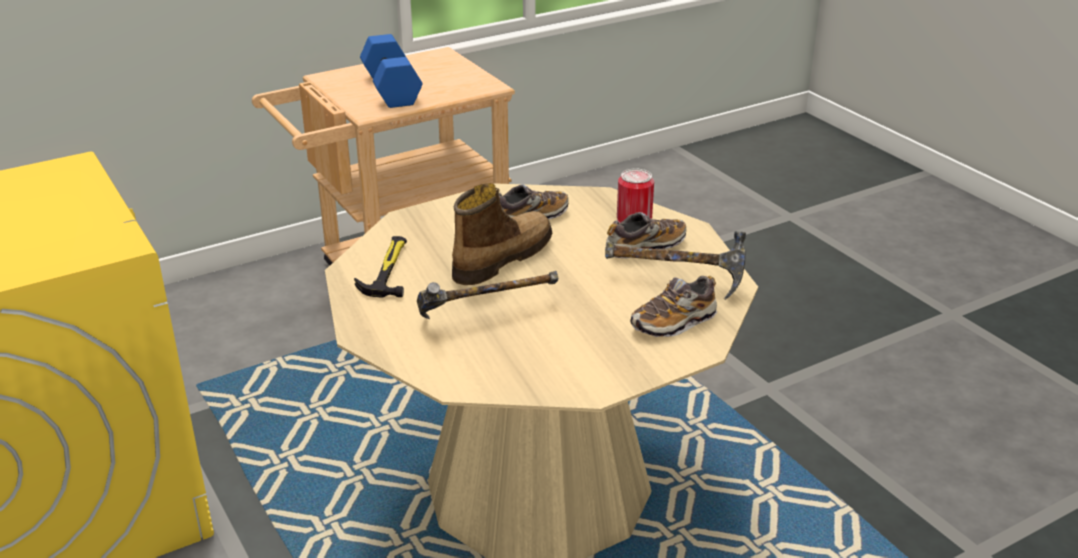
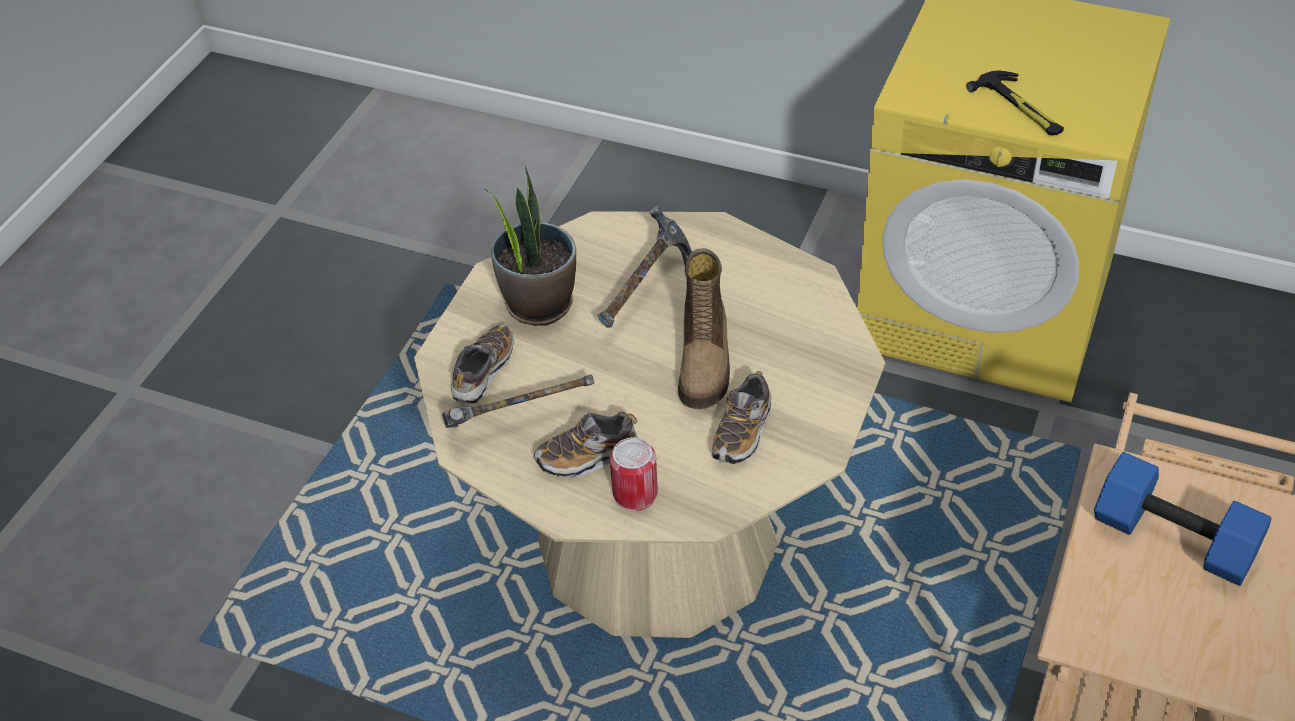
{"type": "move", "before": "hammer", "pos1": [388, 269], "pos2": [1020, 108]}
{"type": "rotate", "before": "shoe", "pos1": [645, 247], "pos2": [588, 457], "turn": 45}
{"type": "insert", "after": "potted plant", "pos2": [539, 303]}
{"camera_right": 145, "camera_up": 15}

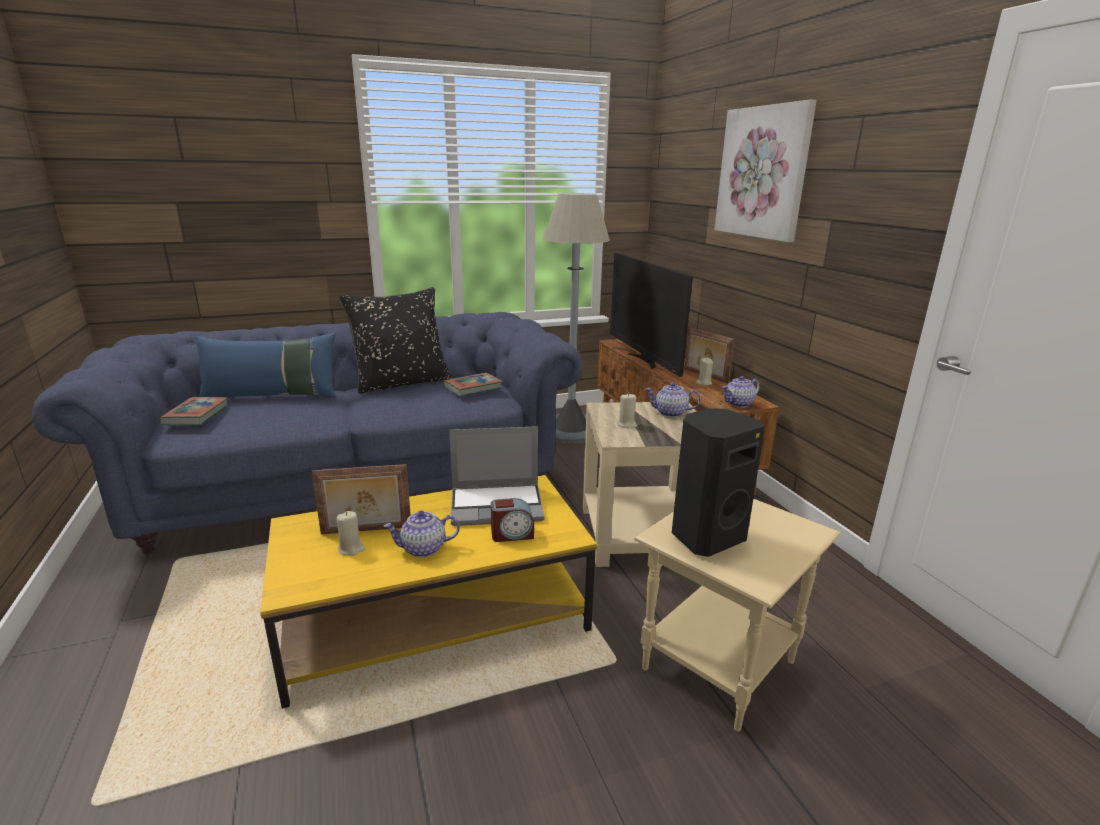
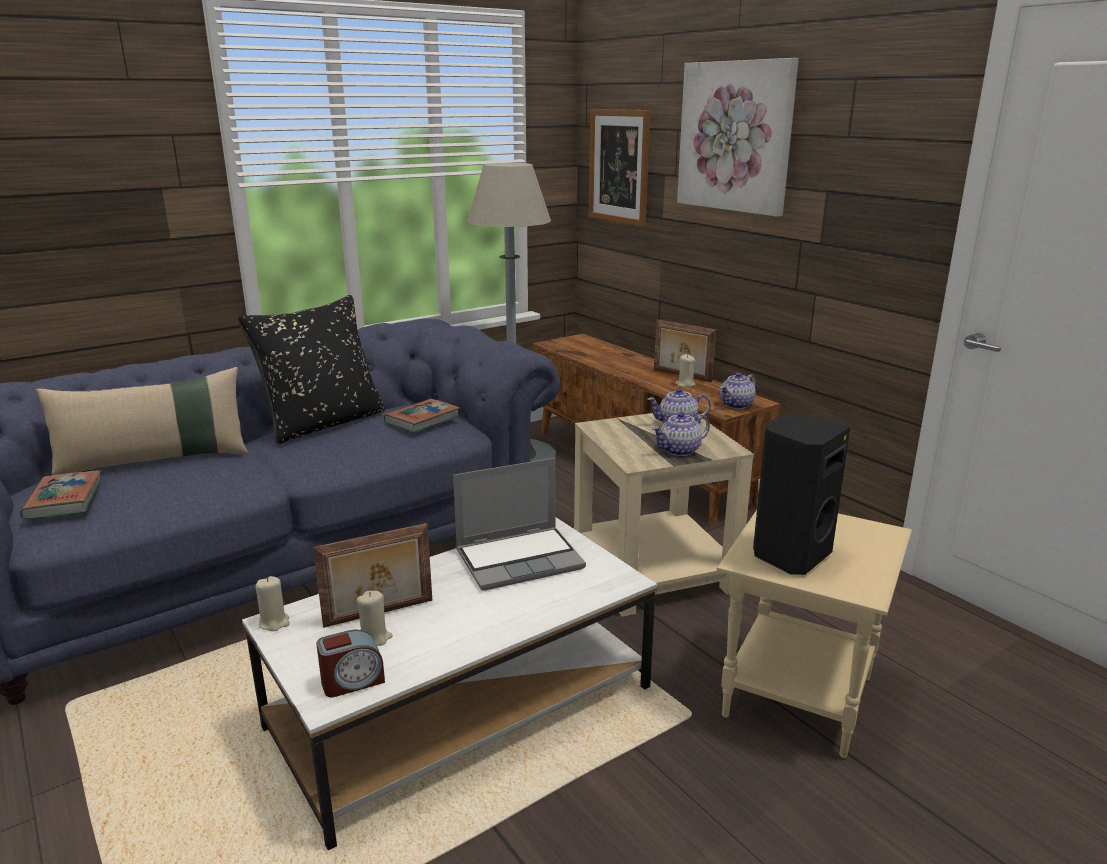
{"type": "recolor", "before": "pillow in blue", "after": "pillow in beige", "pos1": [272, 396], "pos2": [155, 461]}
{"type": "recolor", "before": "coffee table in yellow", "after": "coffee table in white", "pos1": [435, 616], "pos2": [461, 707]}
{"type": "move", "before": "teapot", "pos1": [423, 549], "pos2": [679, 450]}
{"type": "move", "before": "alarm clock", "pos1": [512, 534], "pos2": [352, 681]}
{"type": "delete", "before": "television", "pos1": [644, 361]}
{"type": "move", "before": "candle in beige", "pos1": [626, 424], "pos2": [274, 622]}
{"type": "insert", "after": "picture", "pos2": [619, 166]}
{"camera_right": -15, "camera_up": 0}

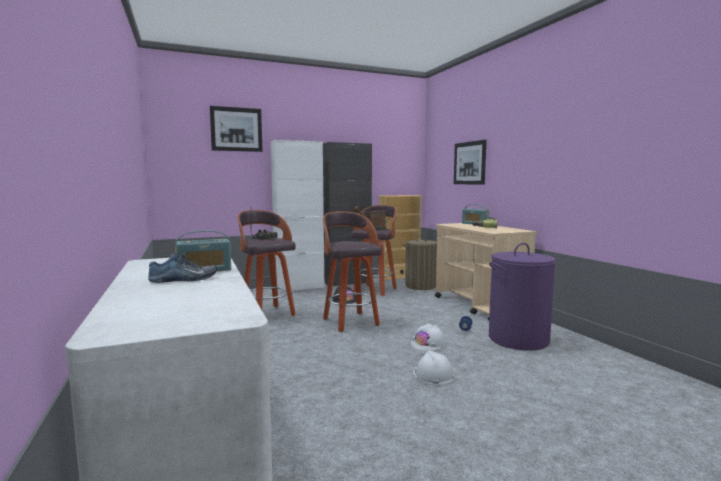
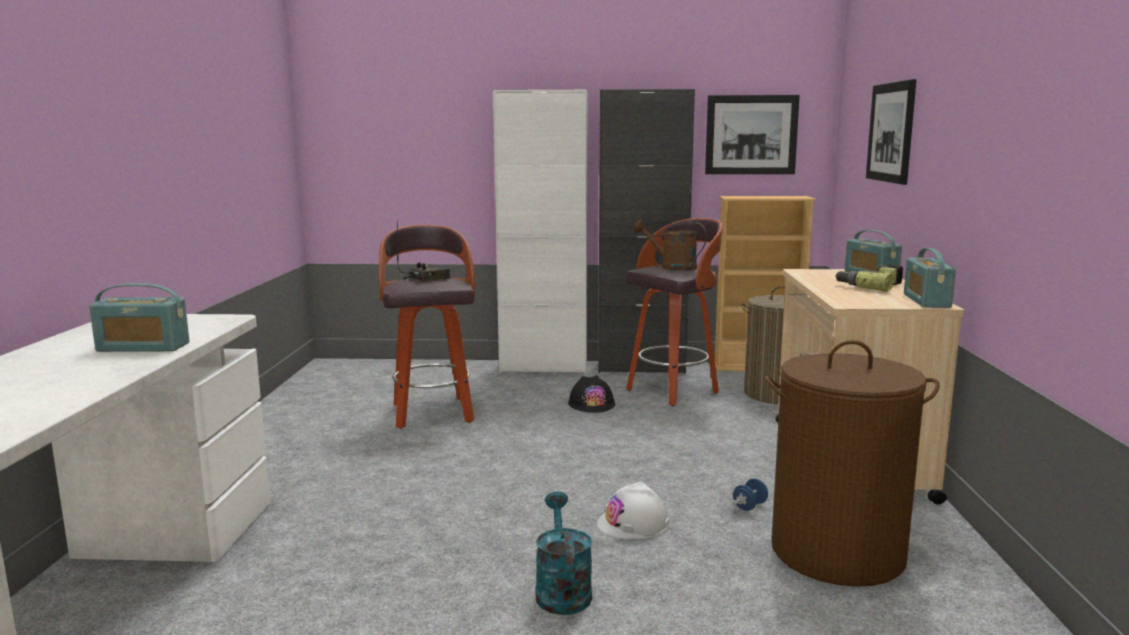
{"type": "delete", "before": "shoe", "pos1": [184, 279]}
{"type": "move", "before": "picture", "pos1": [236, 129], "pos2": [751, 135]}
{"type": "delete", "before": "stool", "pos1": [350, 322]}
{"type": "replace", "before": "hard hat in white", "after": "watering can in turquoise", "pos1": [433, 375], "pos2": [561, 590]}
{"type": "recolor", "before": "laundry basket in purple", "after": "laundry basket in brown", "pos1": [518, 339], "pos2": [837, 552]}
{"type": "insert", "after": "radio", "pos2": [926, 301]}
{"camera_right": 25, "camera_up": 5}

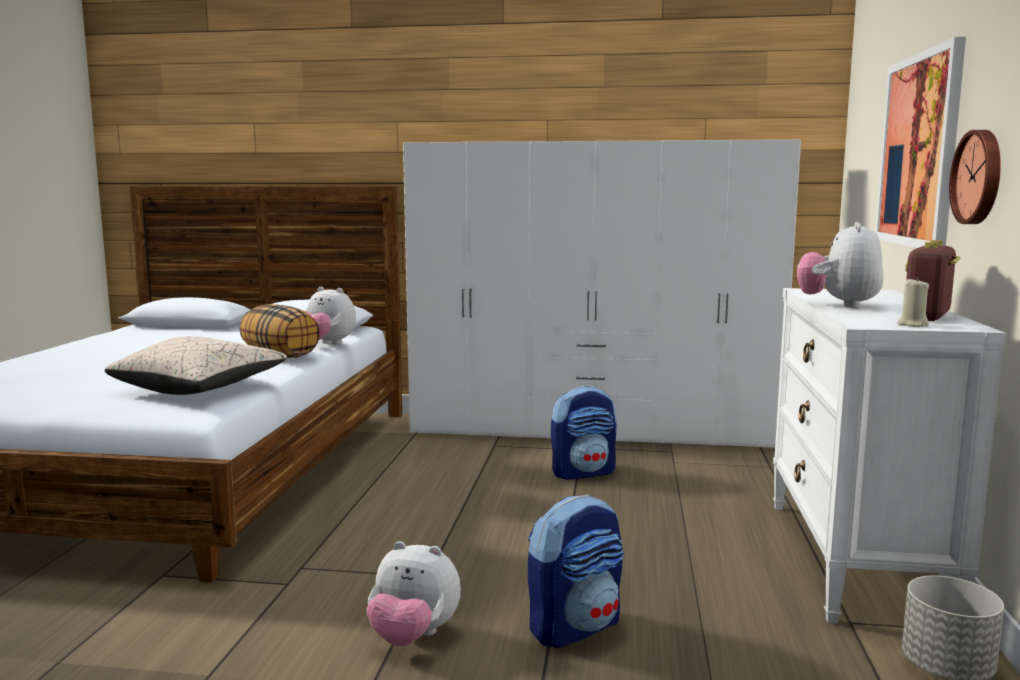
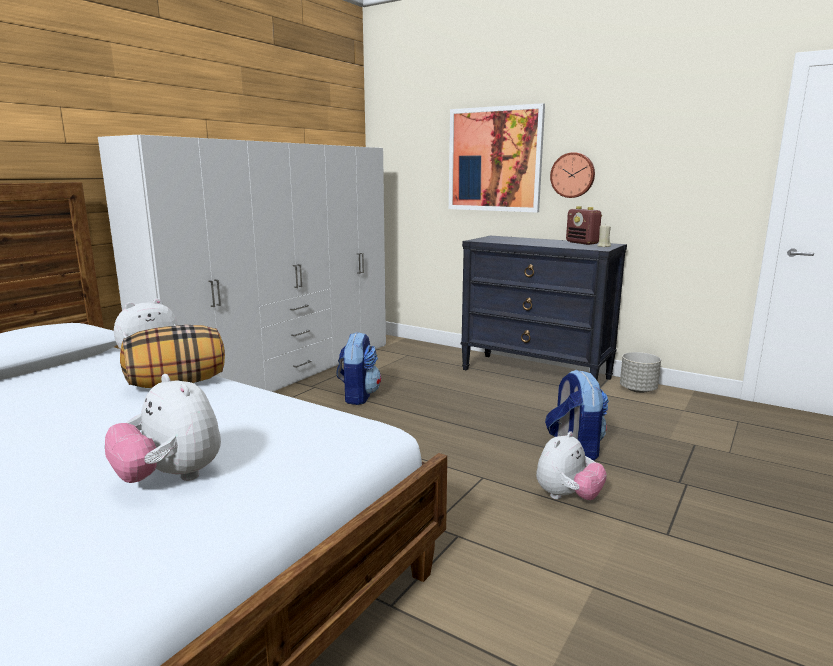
{"type": "delete", "before": "pillow in beige", "pos1": [200, 388]}
{"type": "recolor", "before": "dresser in white", "after": "dresser in black", "pos1": [855, 560], "pos2": [536, 374]}
{"type": "move", "before": "plush toy", "pos1": [838, 305], "pos2": [171, 478]}
{"camera_right": -65, "camera_up": 5}

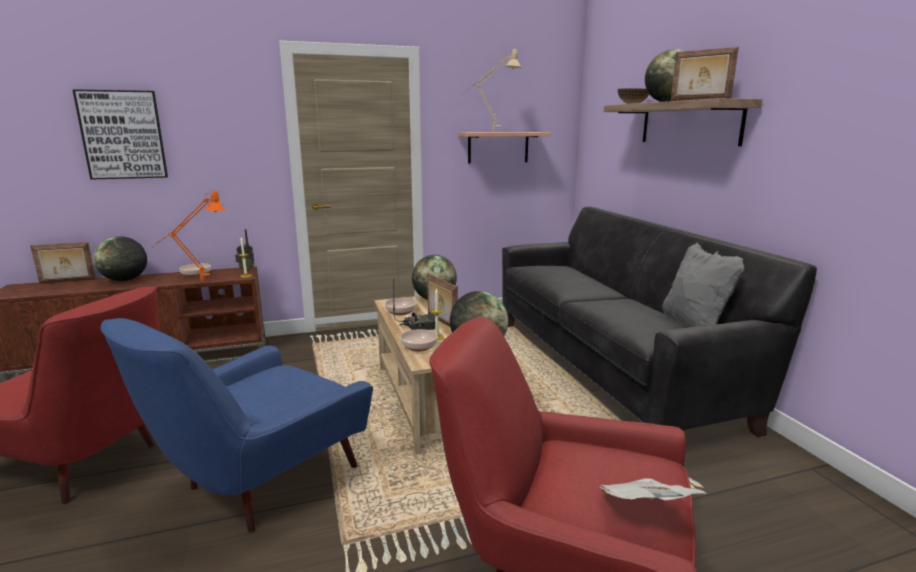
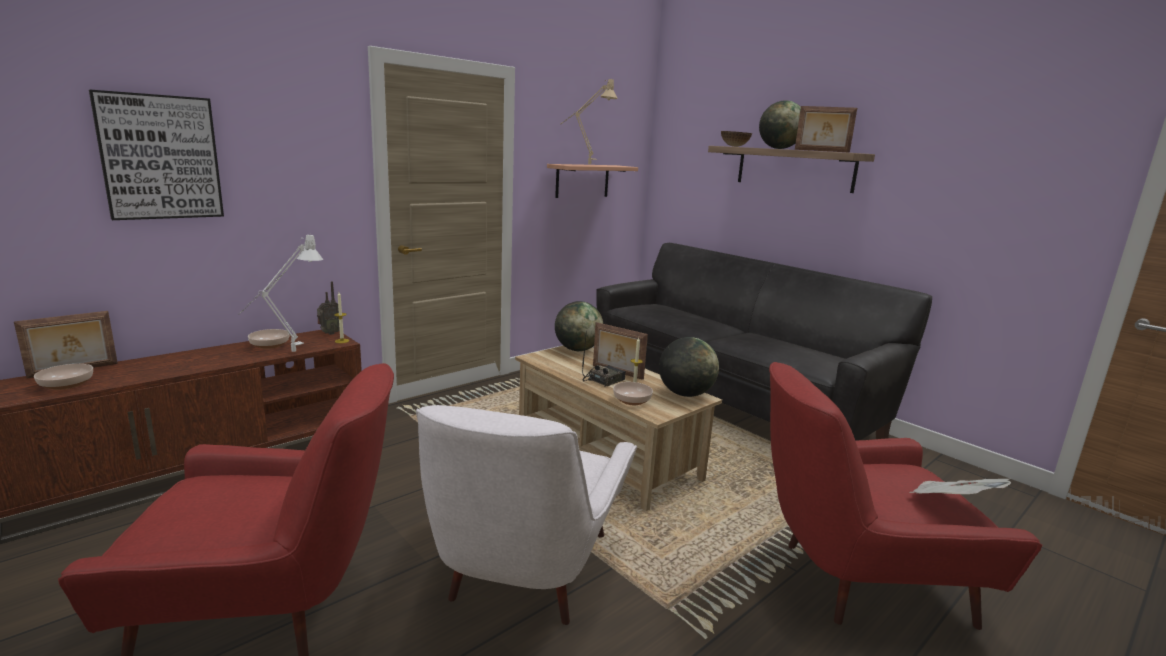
{"type": "delete", "before": "globe", "pos1": [125, 280]}
{"type": "recolor", "before": "armchair in blue", "after": "armchair in white", "pos1": [260, 484], "pos2": [523, 576]}
{"type": "recolor", "before": "table lamp in orange", "after": "table lamp in white", "pos1": [197, 282], "pos2": [288, 354]}
{"type": "move", "before": "bowl", "pos1": [401, 312], "pos2": [67, 385]}
{"type": "delete", "before": "pillow in grey", "pos1": [694, 325]}
{"camera_right": -25, "camera_up": 0}

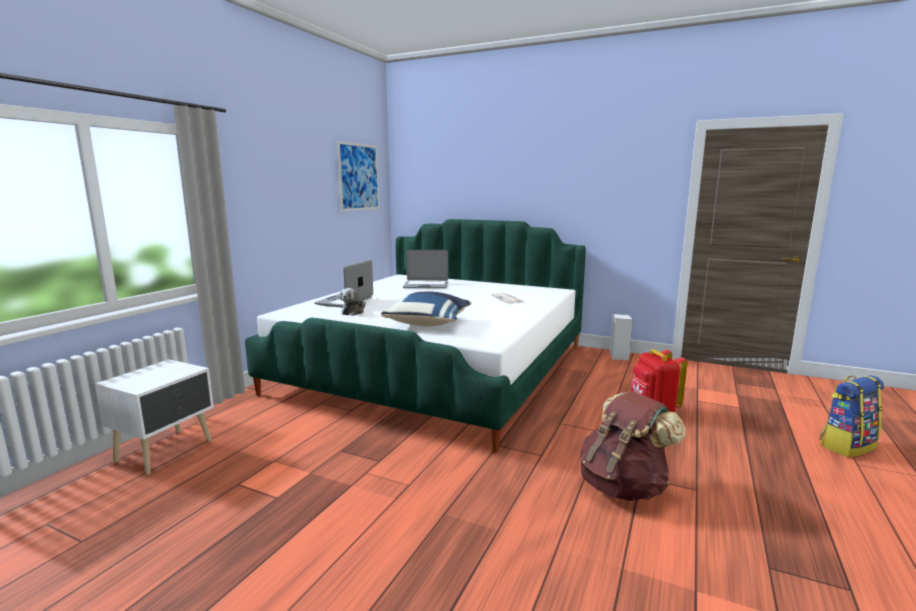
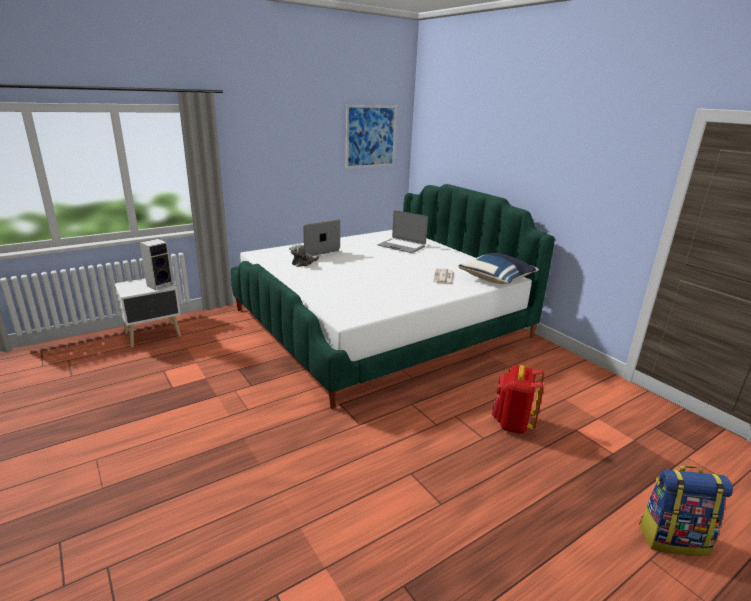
{"type": "move", "before": "pillow in blue", "pos1": [429, 323], "pos2": [497, 280]}
{"type": "delete", "before": "backpack in brown", "pos1": [623, 486]}
{"type": "move", "before": "speaker", "pos1": [618, 356], "pos2": [160, 285]}
{"camera_right": 30, "camera_up": 10}

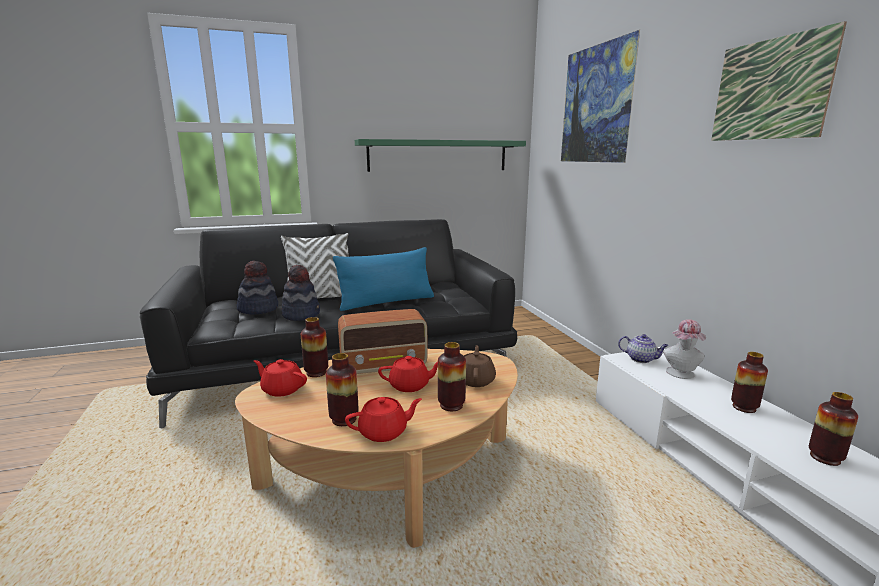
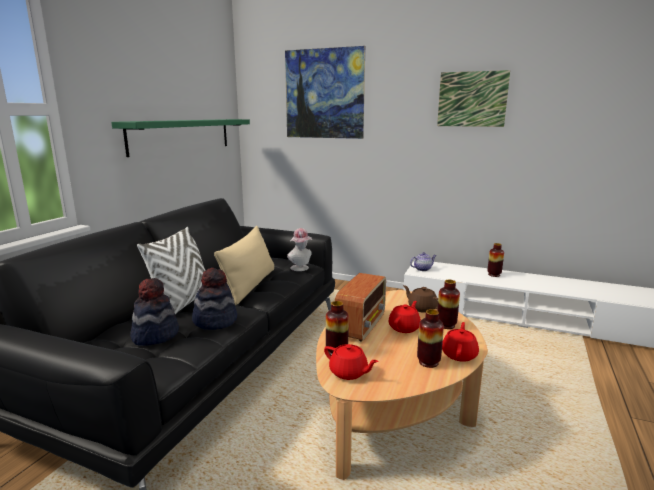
{"type": "rotate", "before": "teapot in red", "pos1": [282, 389], "pos2": [349, 373], "turn": -120}
{"type": "recolor", "before": "pillow in blue", "after": "pillow in beige", "pos1": [386, 302], "pos2": [250, 285]}
{"type": "move", "before": "hat", "pos1": [681, 374], "pos2": [301, 268]}
{"type": "delete", "before": "vase", "pos1": [825, 458]}
{"camera_right": -50, "camera_up": 0}

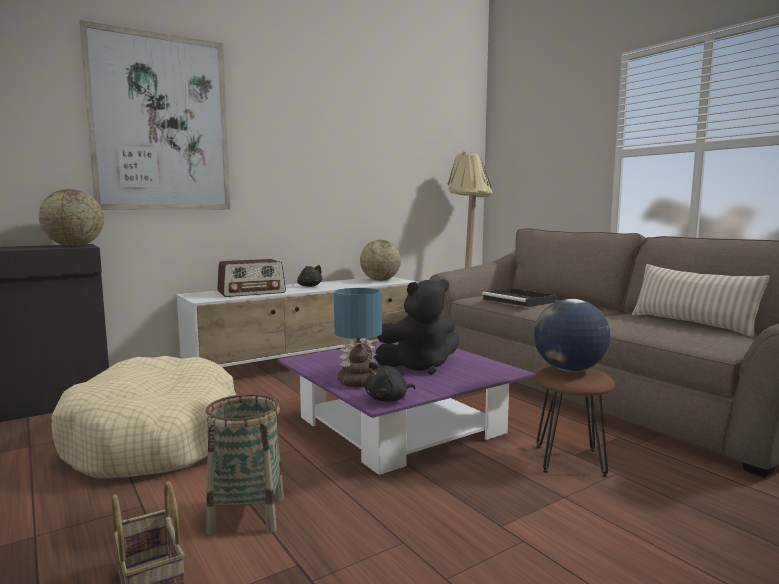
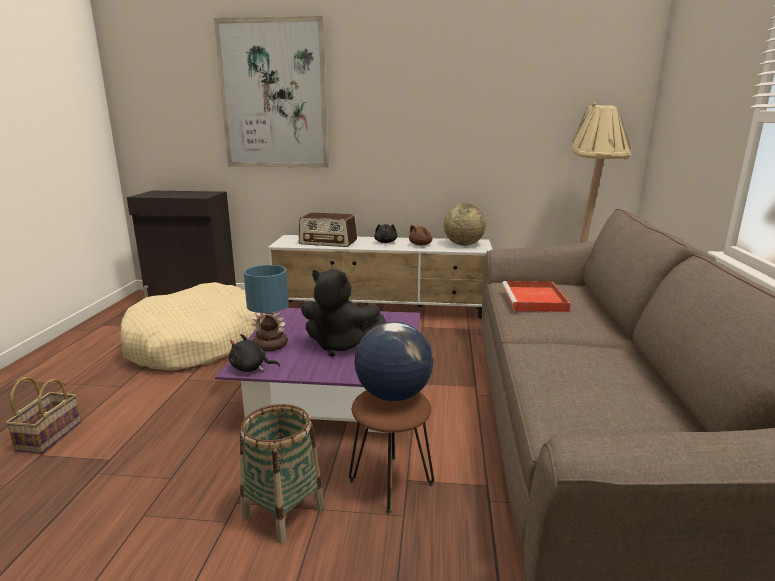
{"type": "delete", "before": "globe", "pos1": [74, 246]}
{"type": "move", "before": "basket", "pos1": [247, 515], "pos2": [283, 512]}
{"type": "recolor", "before": "tray in black", "after": "tray in red", "pos1": [519, 301], "pos2": [535, 300]}
{"type": "delete", "before": "pillow in beige", "pos1": [691, 324]}
{"type": "insert", "after": "plush toy in brown", "pos2": [421, 244]}
{"camera_right": 40, "camera_up": 10}

